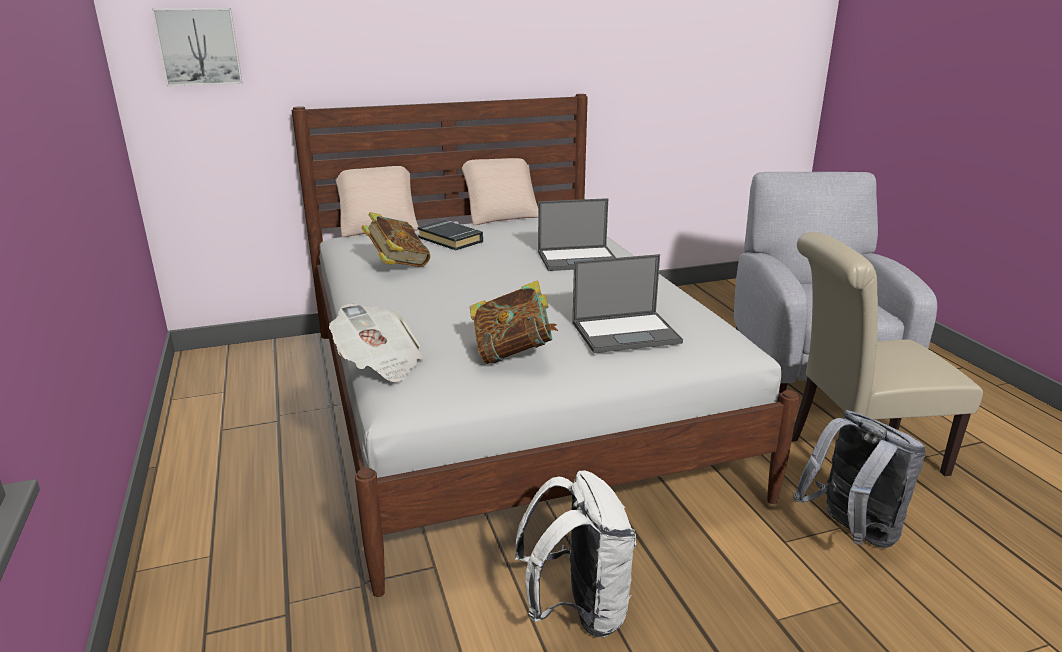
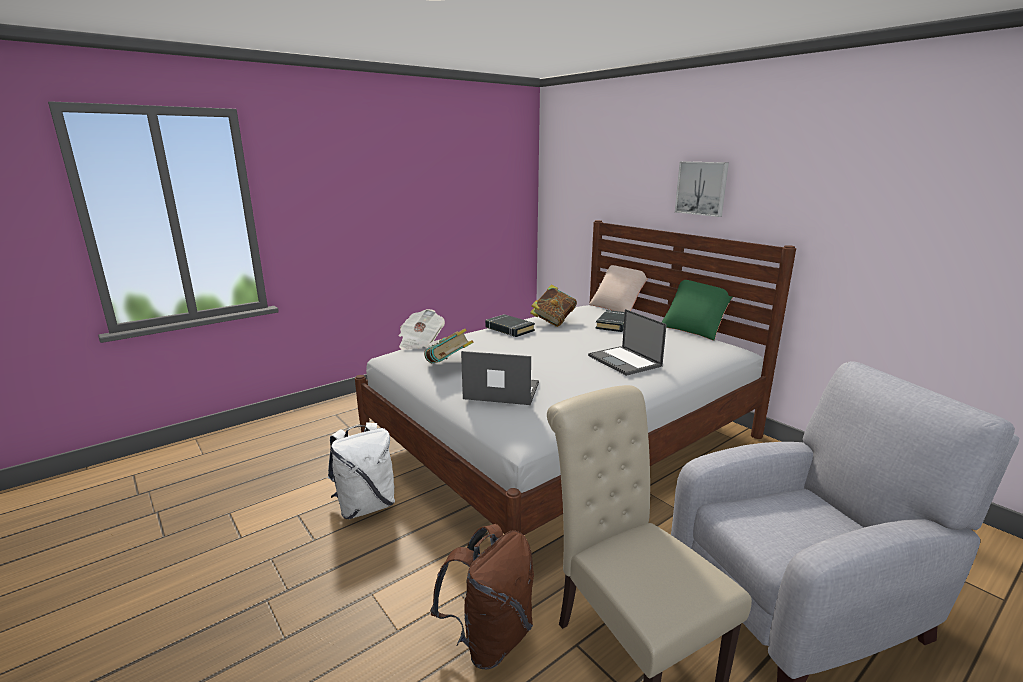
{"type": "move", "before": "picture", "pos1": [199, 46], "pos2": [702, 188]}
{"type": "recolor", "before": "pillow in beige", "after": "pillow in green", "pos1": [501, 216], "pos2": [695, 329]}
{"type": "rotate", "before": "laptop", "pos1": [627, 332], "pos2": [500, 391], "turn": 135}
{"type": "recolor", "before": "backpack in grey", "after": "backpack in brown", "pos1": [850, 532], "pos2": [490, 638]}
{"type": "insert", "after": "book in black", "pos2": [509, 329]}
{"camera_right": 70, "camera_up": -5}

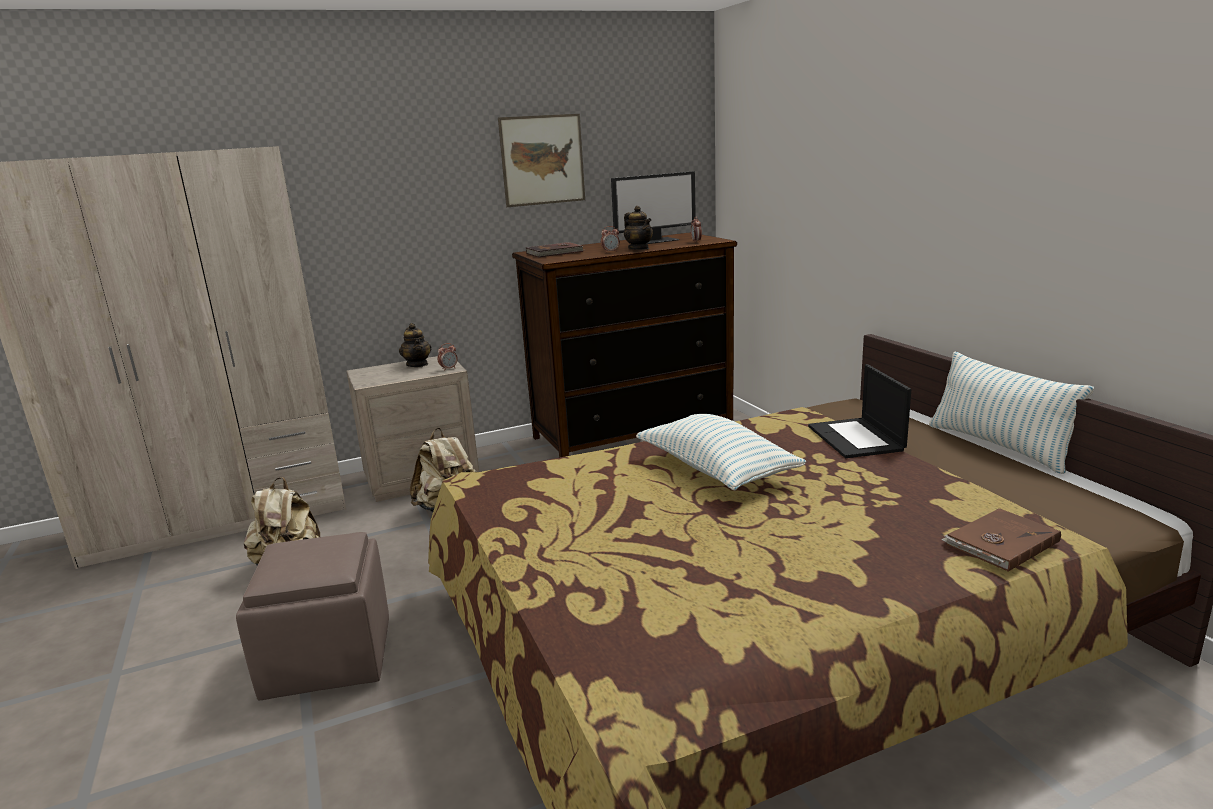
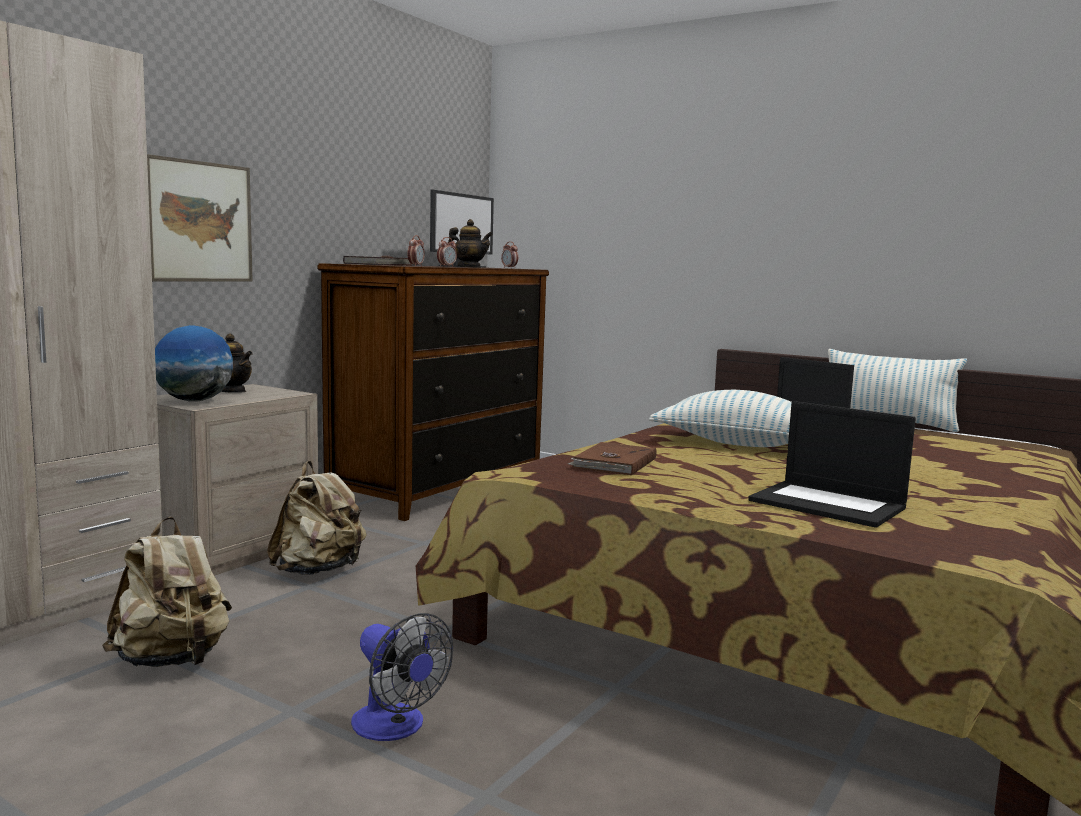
{"type": "replace", "before": "ottoman in brown", "after": "fan", "pos1": [330, 657], "pos2": [395, 727]}
{"type": "move", "before": "alarm clock", "pos1": [449, 369], "pos2": [416, 266]}
{"type": "move", "before": "picture", "pos1": [542, 160], "pos2": [200, 222]}
{"type": "move", "before": "book in brown", "pos1": [1000, 543], "pos2": [613, 463]}
{"type": "insert", "after": "globe", "pos2": [194, 401]}
{"type": "insert", "after": "laptop", "pos2": [829, 504]}
{"camera_right": -35, "camera_up": -10}

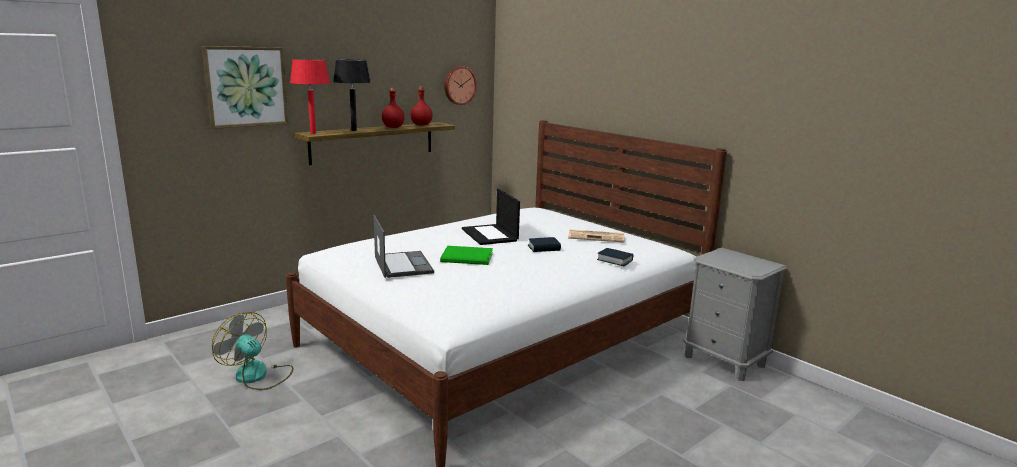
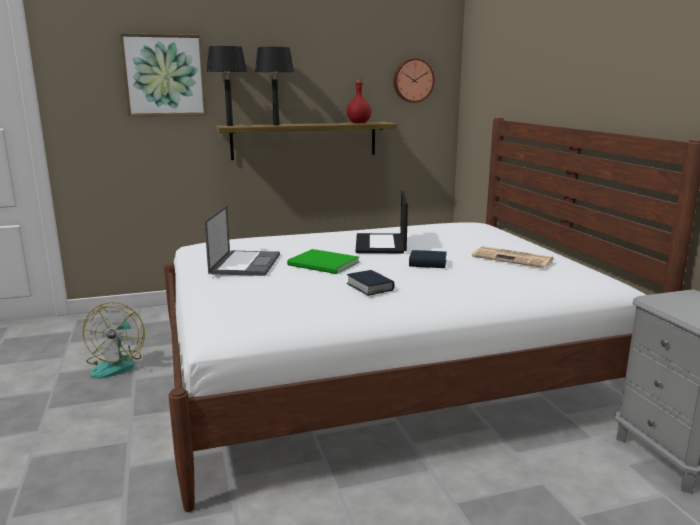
{"type": "rotate", "before": "fan", "pos1": [257, 376], "pos2": [117, 364], "turn": -150}
{"type": "recolor", "before": "table lamp in red", "after": "table lamp in black", "pos1": [313, 133], "pos2": [229, 125]}
{"type": "delete", "before": "bottle in red", "pos1": [393, 127]}
{"type": "move", "before": "book", "pos1": [614, 260], "pos2": [370, 287]}
{"camera_right": 25, "camera_up": 0}

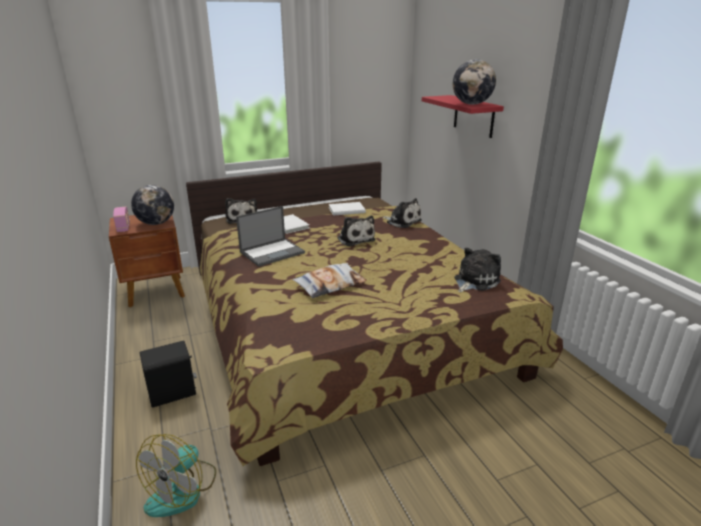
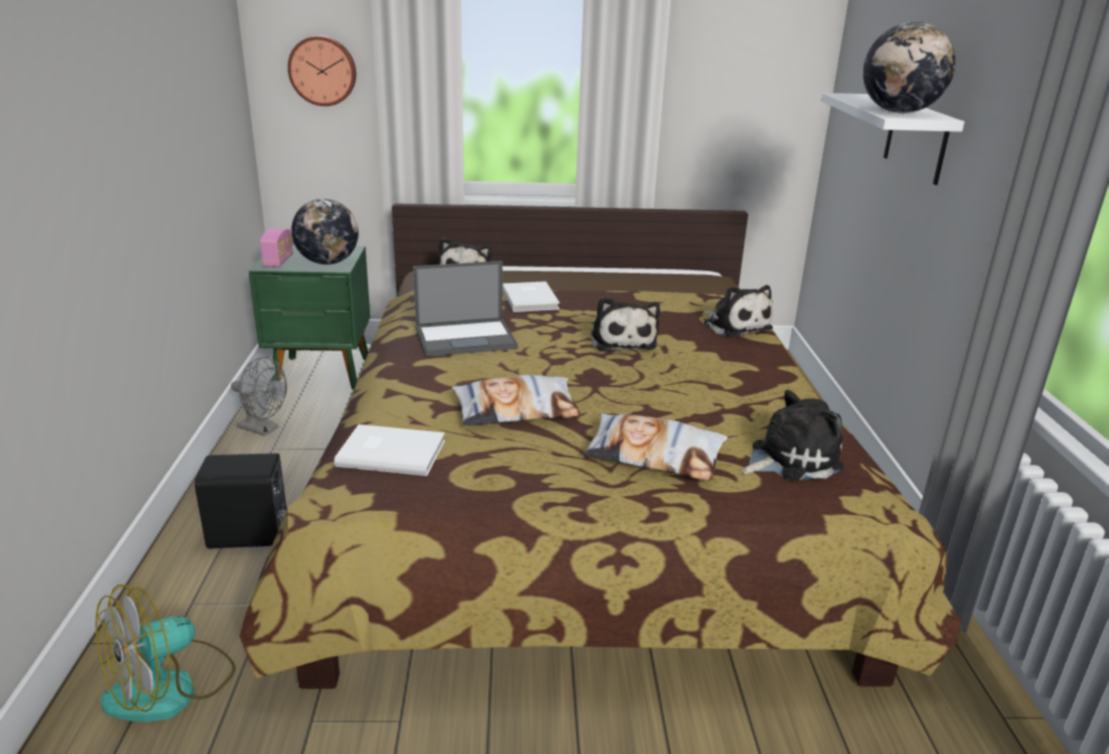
{"type": "recolor", "before": "nightstand in brown", "after": "nightstand in green", "pos1": [156, 291], "pos2": [323, 374]}
{"type": "move", "before": "book in white", "pos1": [346, 210], "pos2": [390, 452]}
{"type": "recolor", "before": "shelf in red", "after": "shelf in white", "pos1": [473, 116], "pos2": [916, 139]}
{"type": "insert", "after": "fan in grey", "pos2": [263, 429]}
{"type": "insert", "after": "wall clock", "pos2": [323, 71]}
{"type": "insert", "after": "pillow", "pos2": [655, 455]}
{"camera_right": 20, "camera_up": 0}

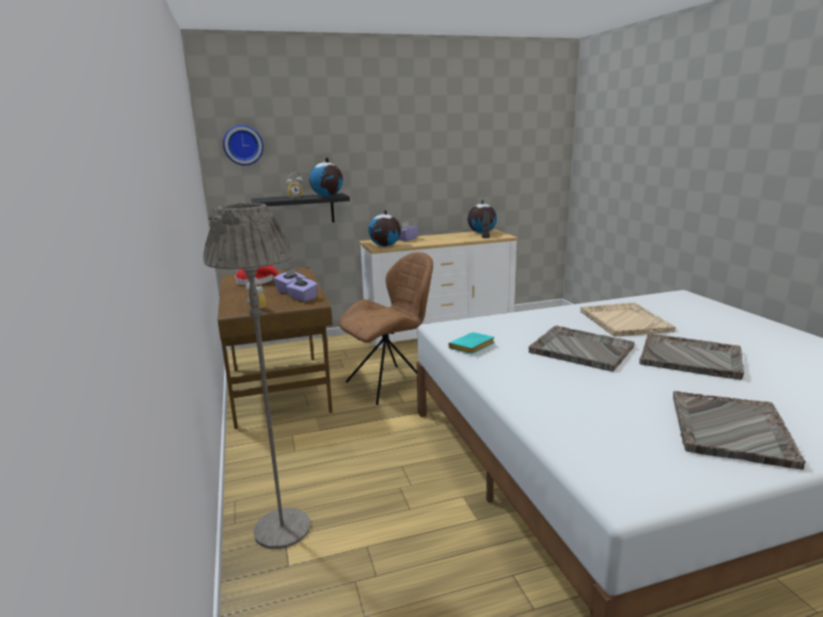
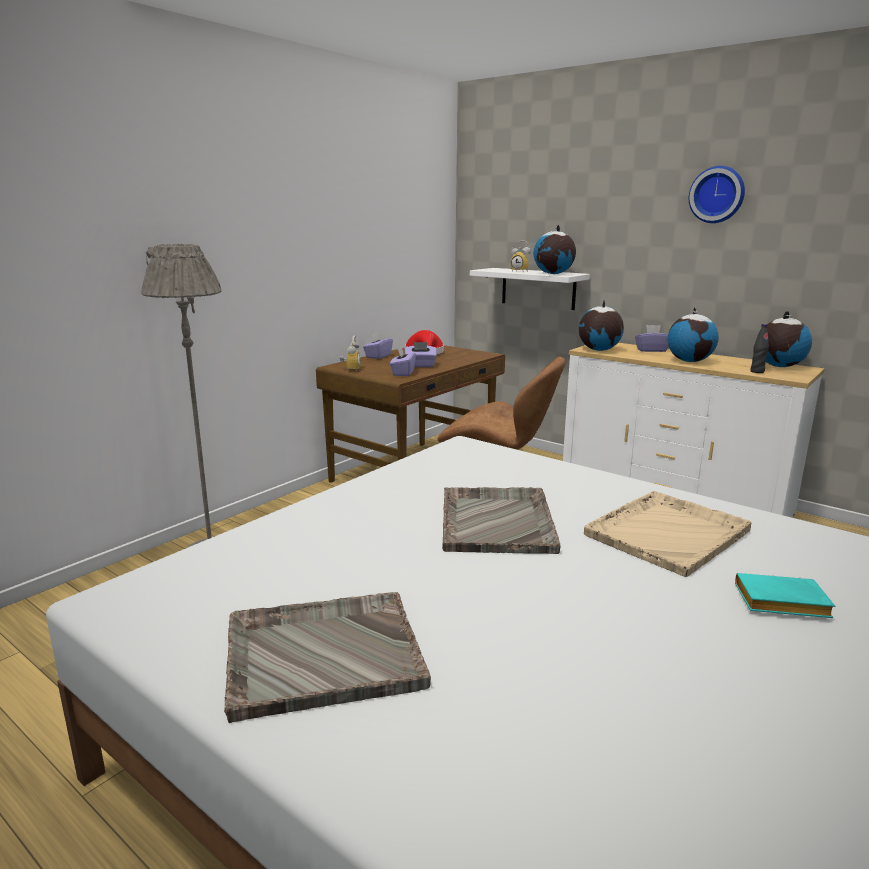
{"type": "move", "before": "wall clock", "pos1": [243, 145], "pos2": [717, 195]}
{"type": "recolor", "before": "shelf in black", "after": "shelf in white", "pos1": [299, 210], "pos2": [538, 288]}
{"type": "move", "before": "book in turquoise", "pos1": [472, 348], "pos2": [779, 603]}
{"type": "delete", "before": "tray in grey", "pos1": [691, 358]}
{"type": "insert", "after": "tissue box in purple", "pos2": [378, 356]}
{"type": "insert", "after": "globe", "pos2": [690, 361]}
{"camera_right": 55, "camera_up": 0}

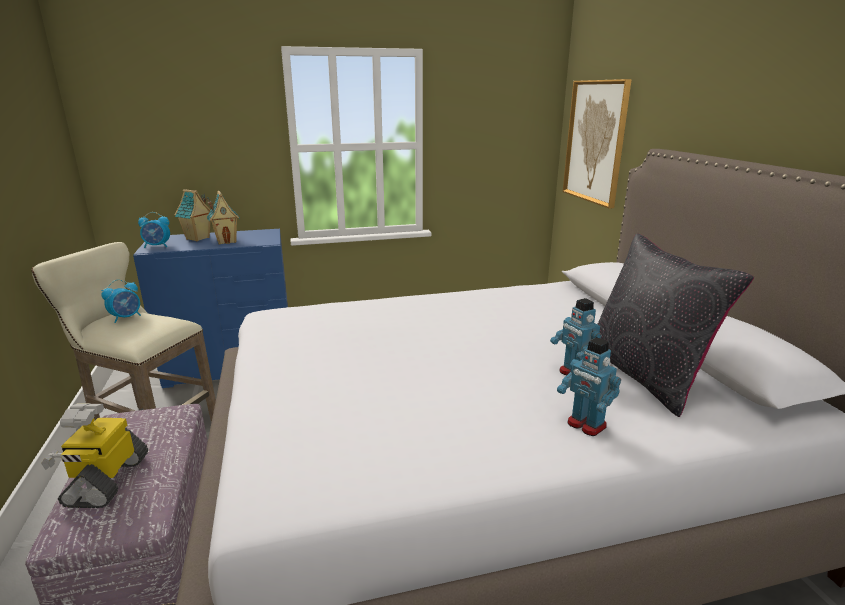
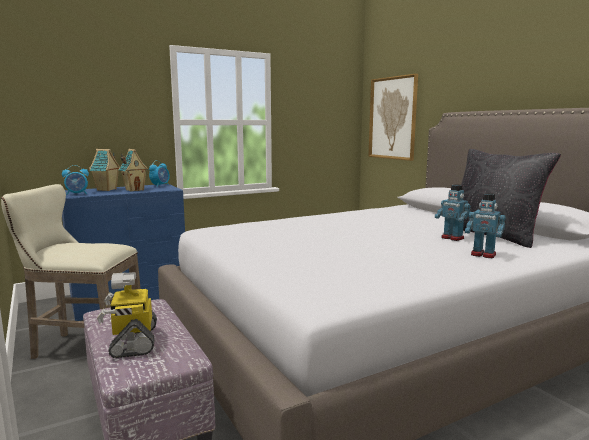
{"type": "move", "before": "alarm clock", "pos1": [126, 318], "pos2": [160, 185]}
{"camera_right": -15, "camera_up": -10}

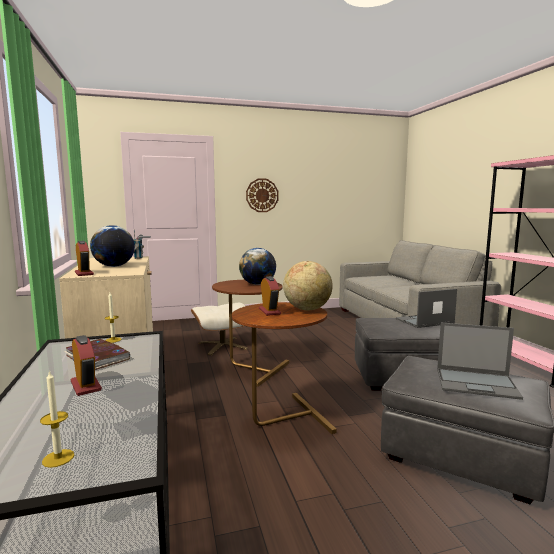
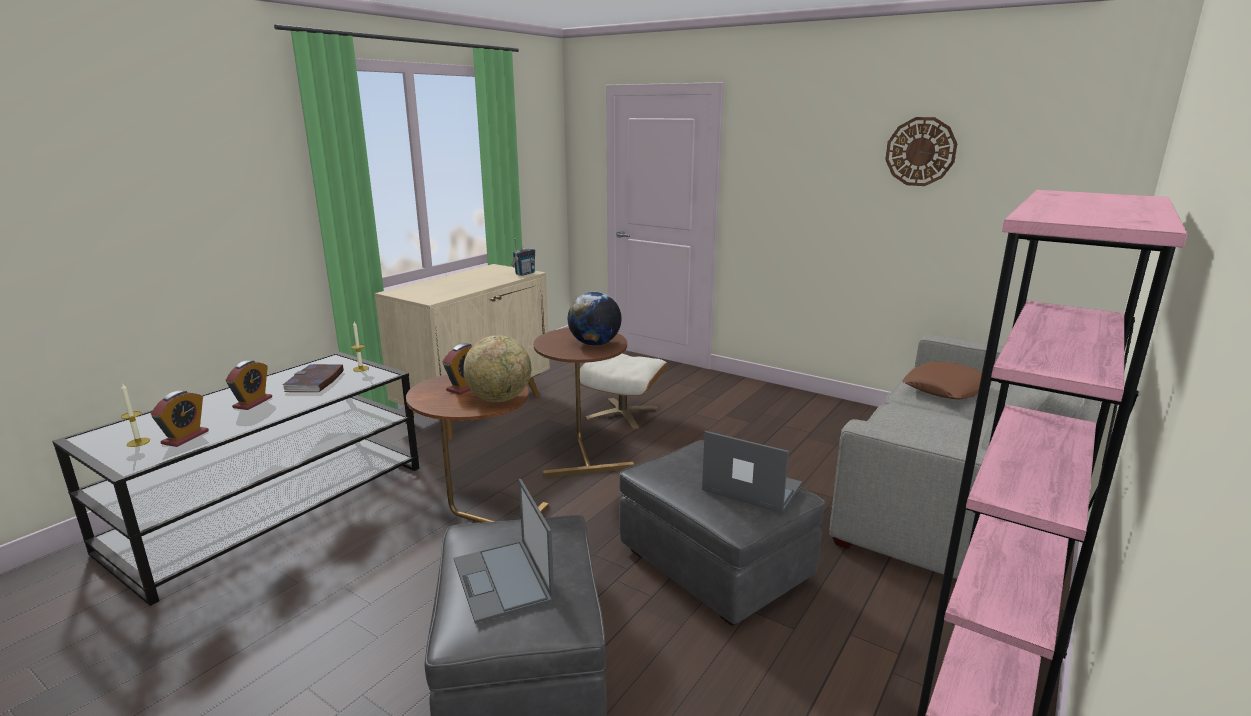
{"type": "move", "before": "alarm clock", "pos1": [84, 273], "pos2": [185, 437]}
{"type": "delete", "before": "globe", "pos1": [114, 266]}
{"type": "move", "before": "wall clock", "pos1": [262, 195], "pos2": [920, 151]}
{"type": "insert", "after": "pillow in brown", "pos2": [946, 388]}
{"camera_right": 50, "camera_up": 10}

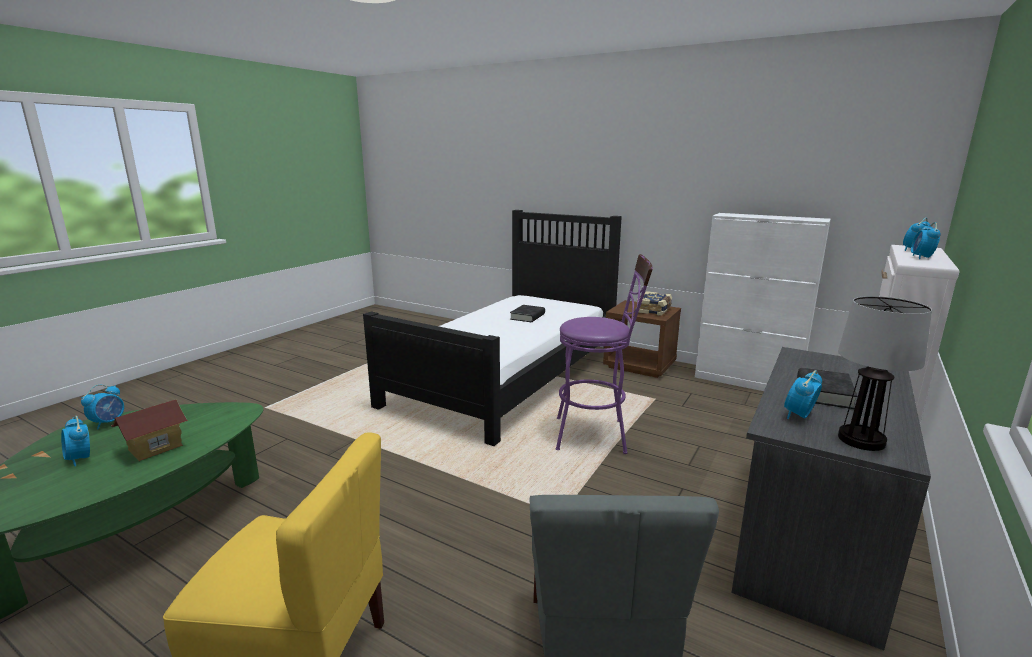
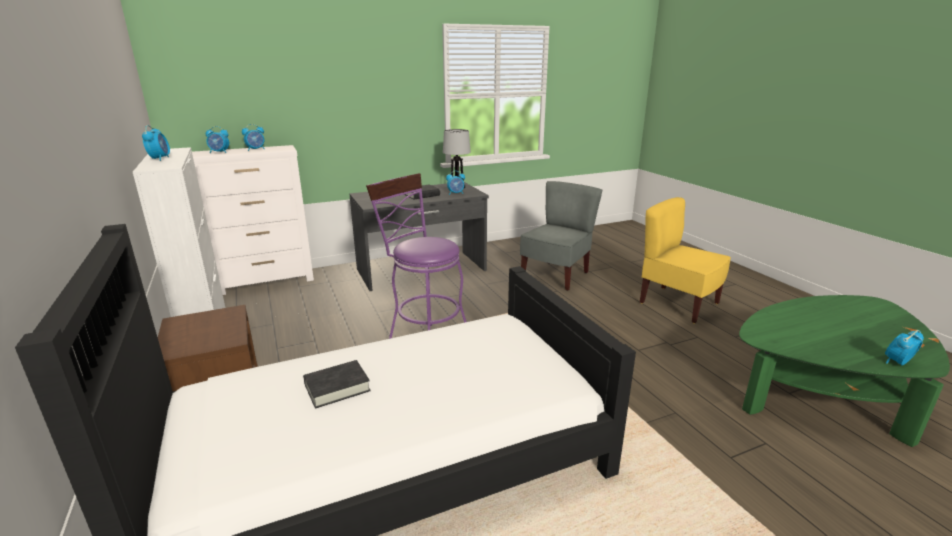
{"type": "move", "before": "alarm clock", "pos1": [80, 459], "pos2": [160, 159]}
{"type": "delete", "before": "toy house", "pos1": [155, 448]}
{"type": "delete", "before": "book", "pos1": [654, 310]}
{"camera_right": -145, "camera_up": 5}

